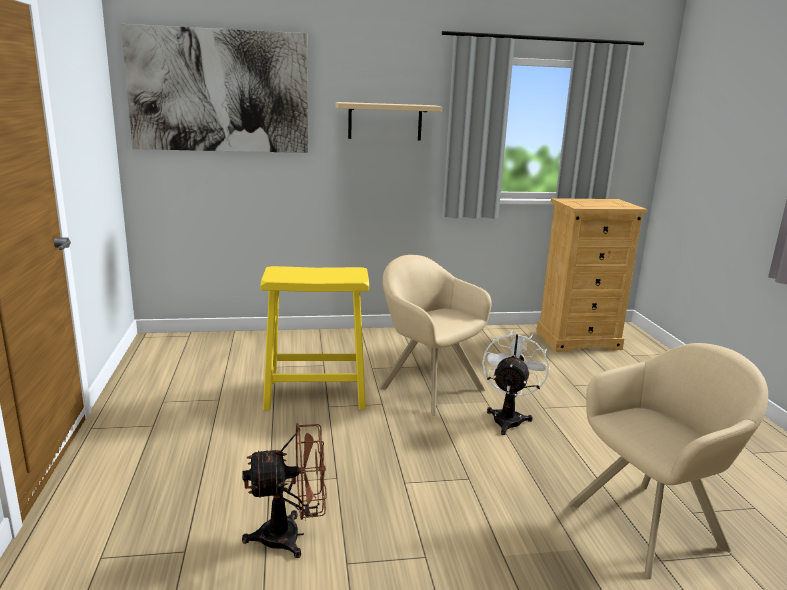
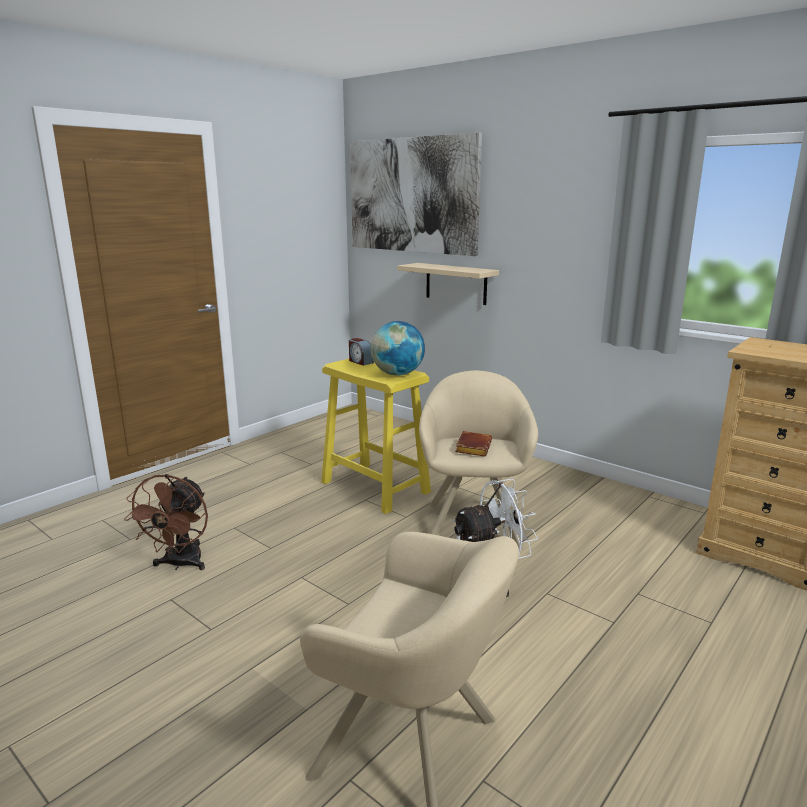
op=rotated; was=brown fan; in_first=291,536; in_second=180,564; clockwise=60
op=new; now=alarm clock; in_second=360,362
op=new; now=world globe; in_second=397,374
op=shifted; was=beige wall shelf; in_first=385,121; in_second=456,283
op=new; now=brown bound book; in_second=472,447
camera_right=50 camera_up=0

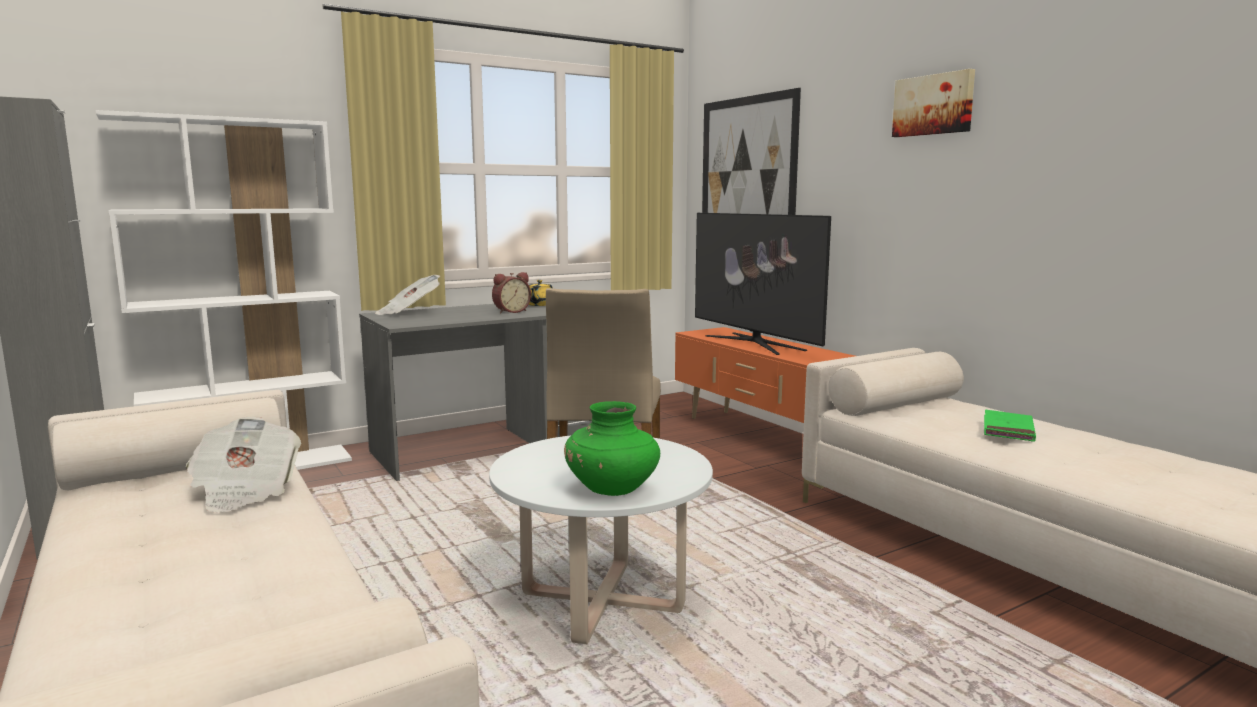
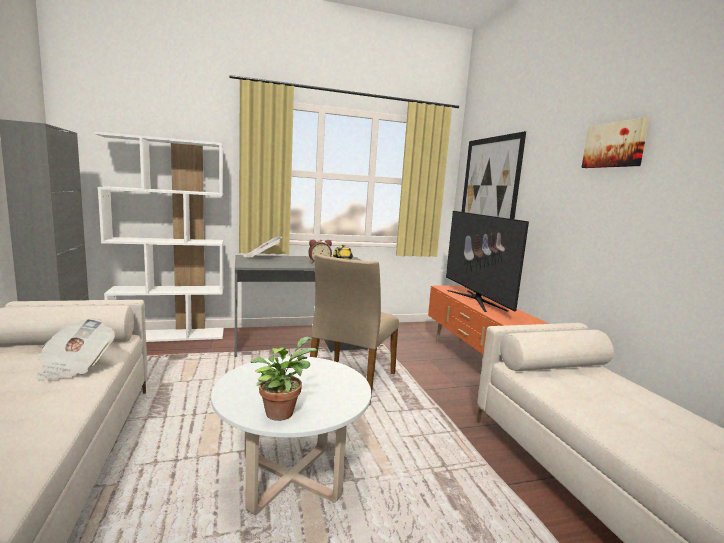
op=swapped; was=green-coloured flower vase; now=potted plant; in_first=613,489; in_second=281,411
op=gone; was=green-coloured bound book; in_first=1008,429
camera_right=15 camera_up=0

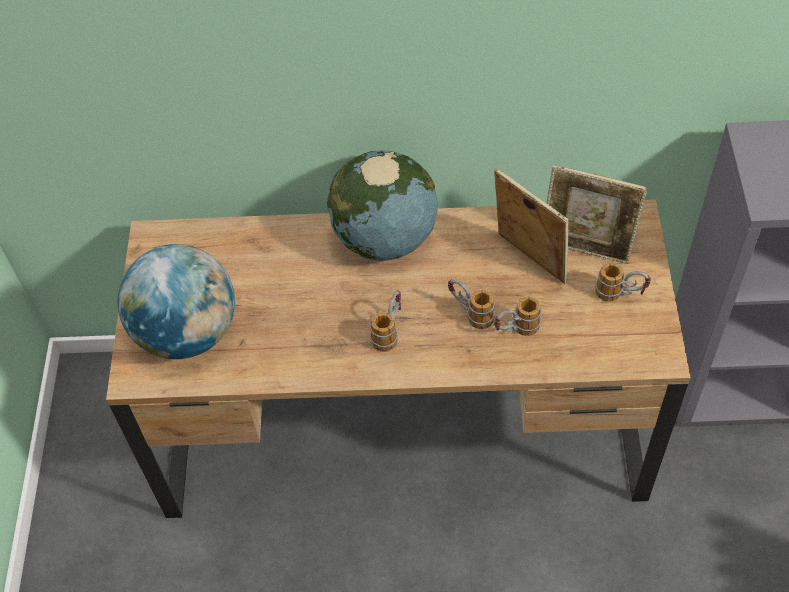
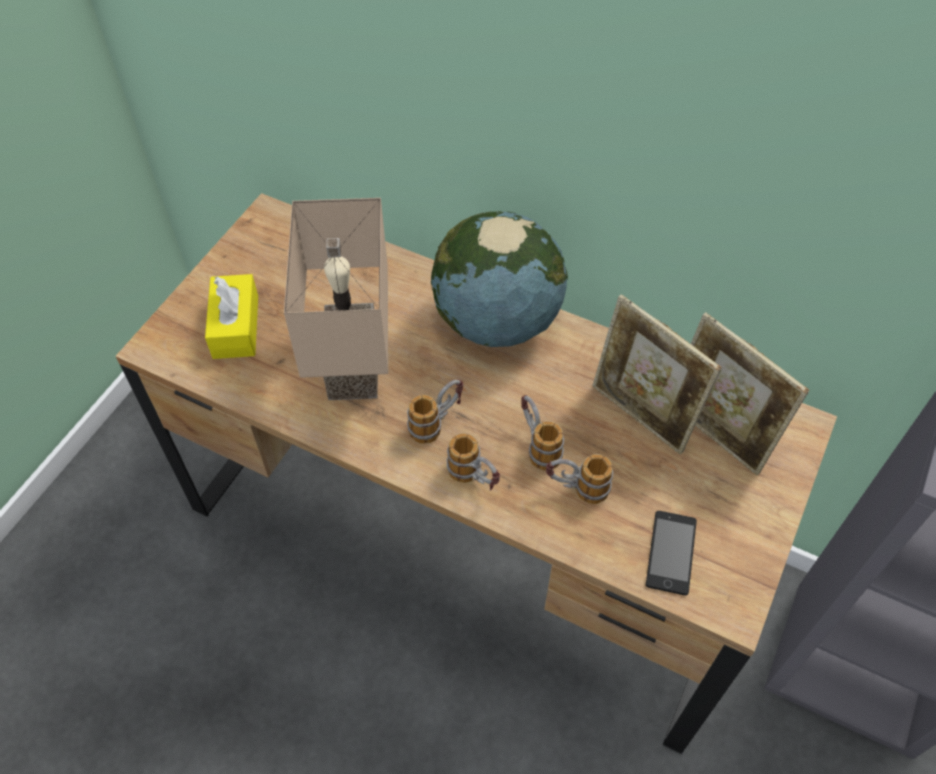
op=swapped; was=world globe; now=yellow tissue box; in_first=187,333; in_second=236,326
op=new; now=beige lamp for a table; in_second=349,366
op=shifted; was=tea mug; in_first=620,294; in_second=474,479
op=rotated; was=picture frame; in_first=528,260; in_second=641,416; clockwise=150
op=new; now=phone; in_second=671,552
camera_right=25 camera_up=0

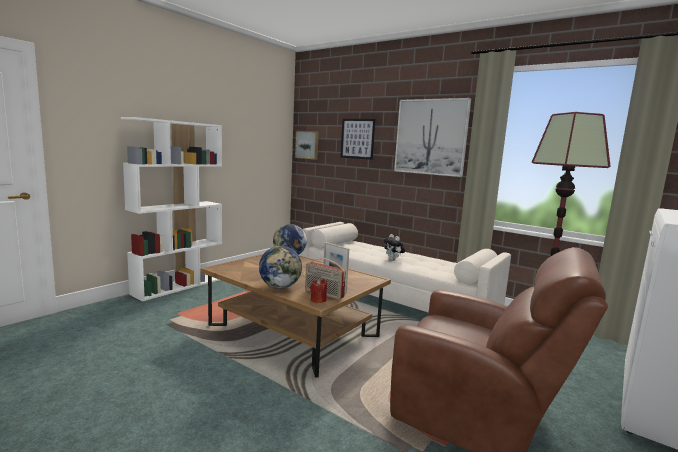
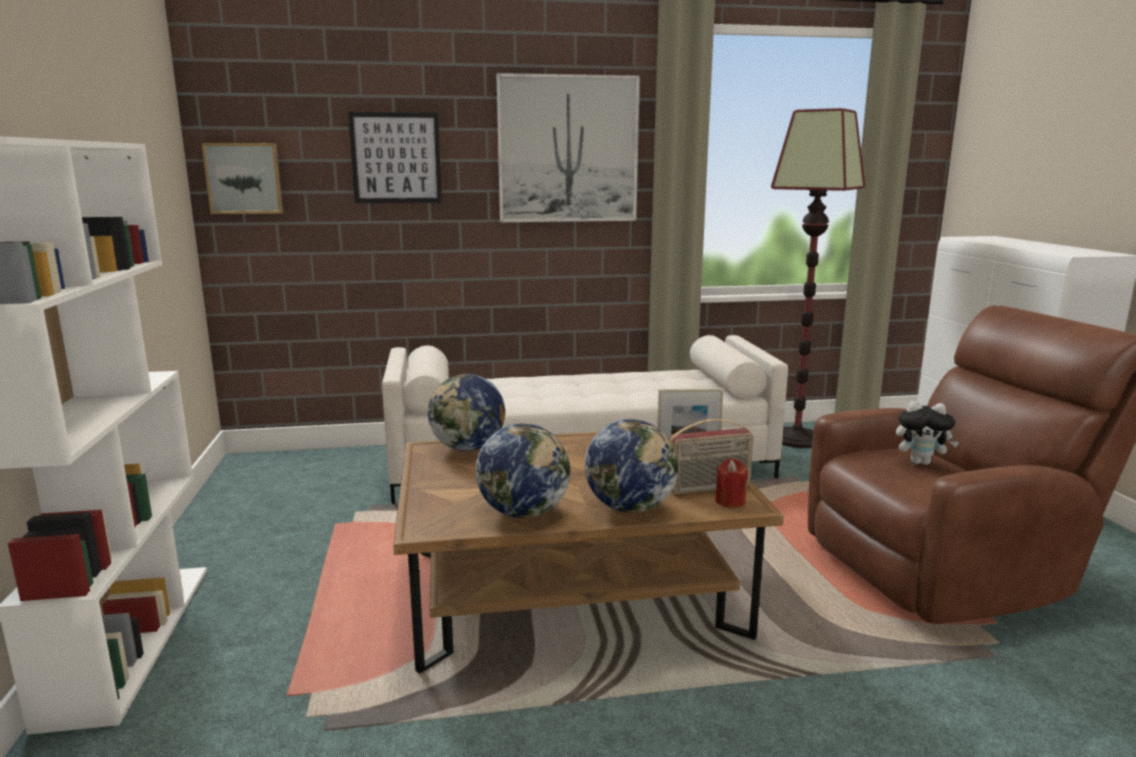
op=new; now=world globe; in_second=524,512
op=shifted; was=cuddly toy; in_first=393,260; in_second=921,462
camera_right=-45 camera_up=5

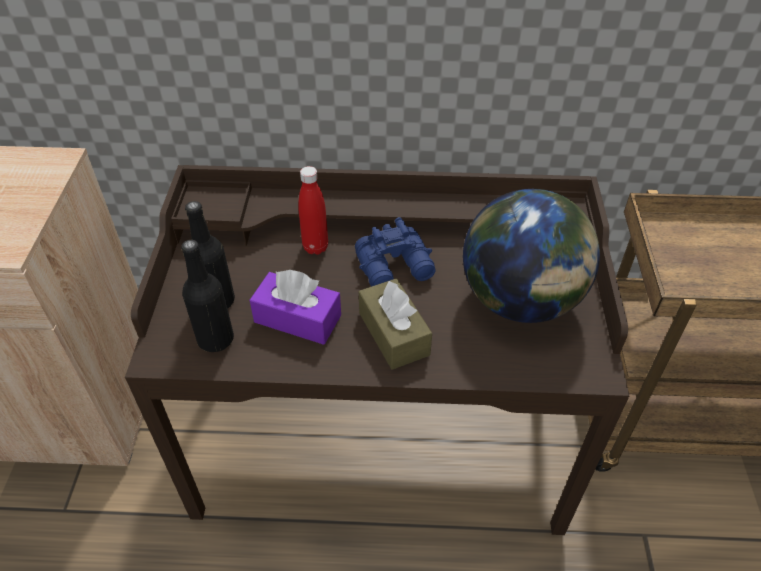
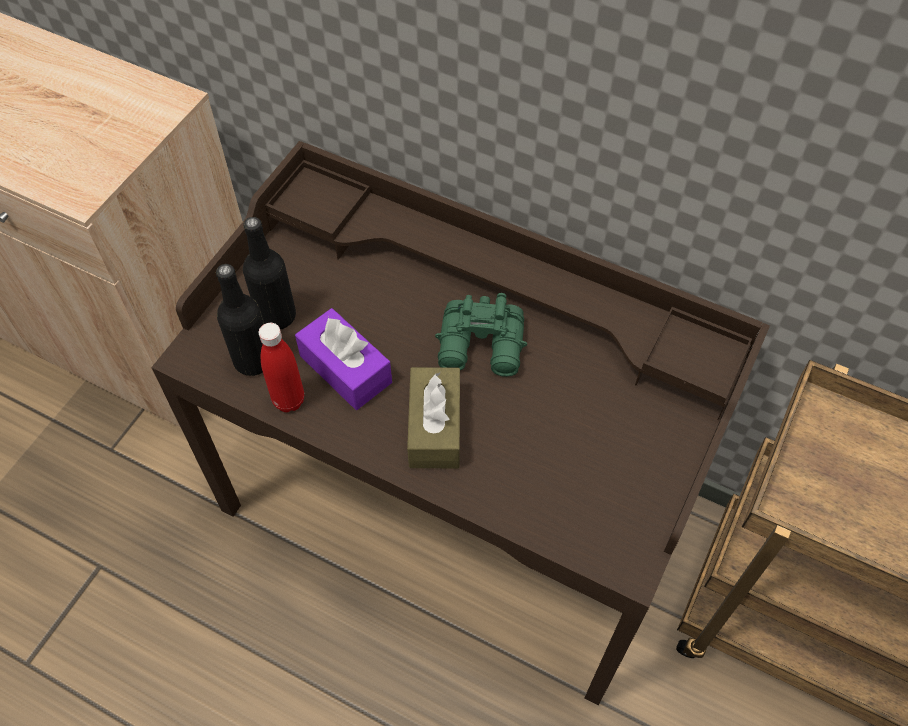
op=shifted; was=red beverage bottle; in_first=315,247; in_second=289,400
op=repainted; was=blue pair of binoculars; now=green-coloured pair of binoculars; in_first=396,267; in_second=482,348
op=gone; was=world globe; in_first=521,300
camera_right=25 camera_up=10

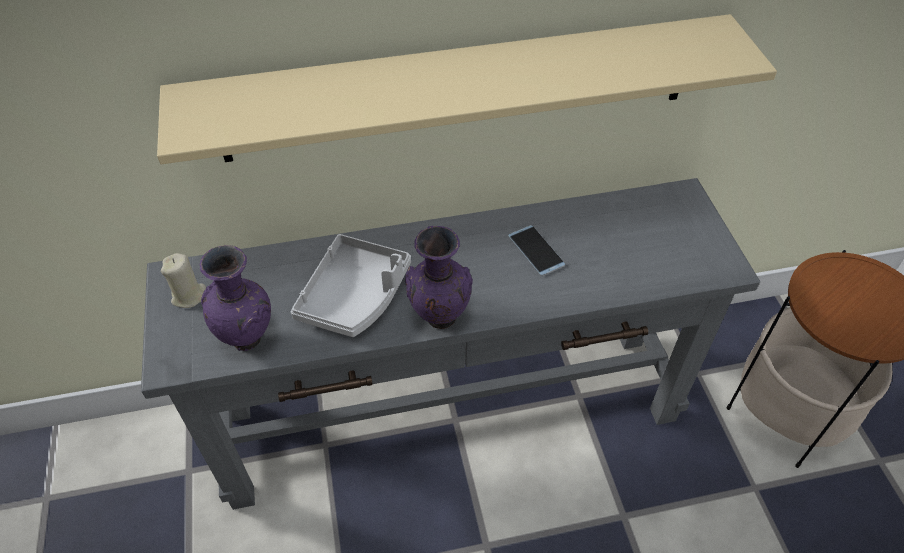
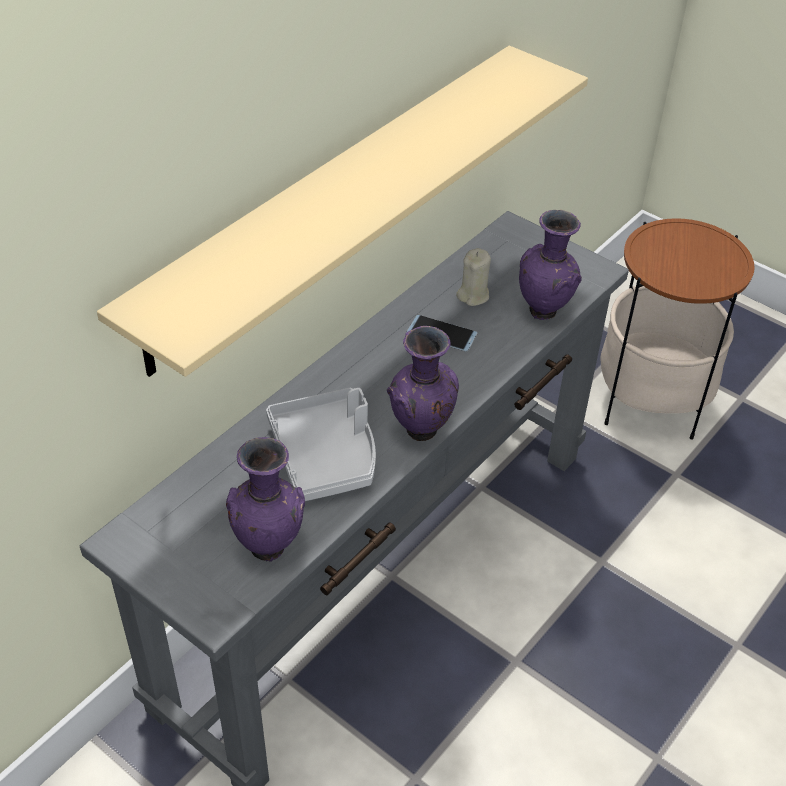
op=shifted; was=beige wax light; in_first=189,296; in_second=473,295
op=new; now=purplish flower vase; in_second=545,312
camera_right=-40 camera_up=-5

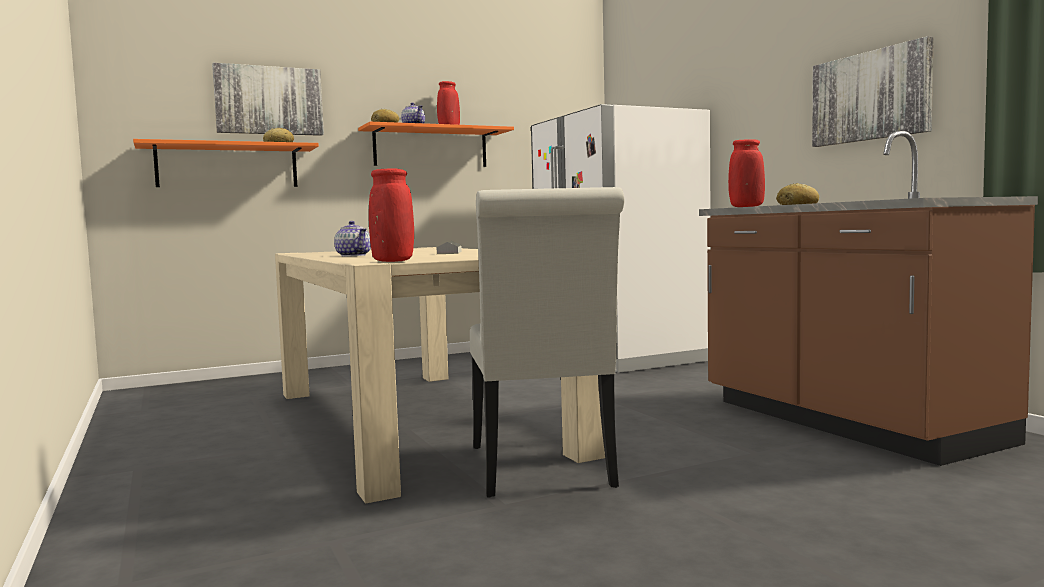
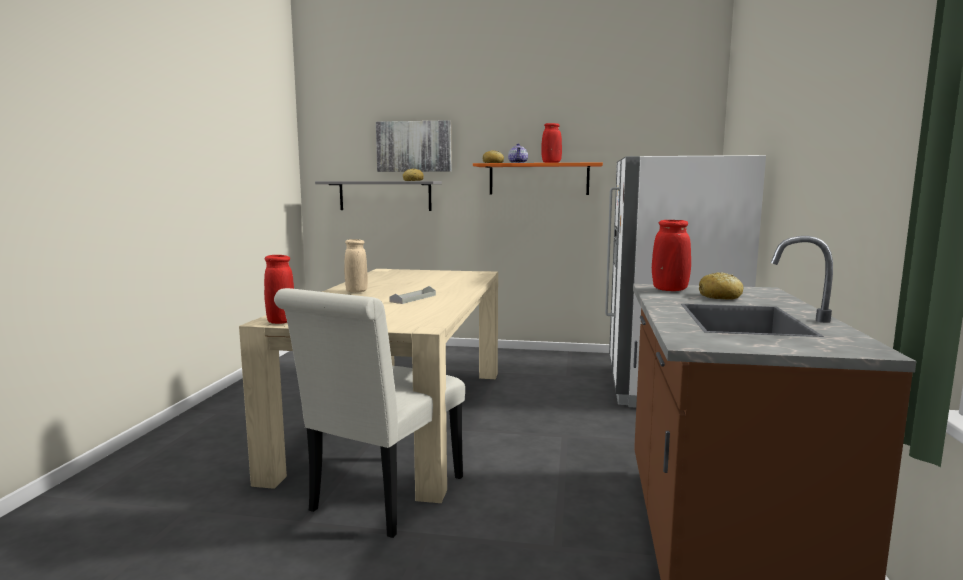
op=repainted; was=orangey wall shelf; now=grey wall shelf; in_first=227,166; in_second=385,196
op=swapped; was=pot for tea; now=beige flower vase; in_first=353,255; in_second=356,291
op=gone; was=wall art; in_first=870,96
camera_right=35 camera_up=5

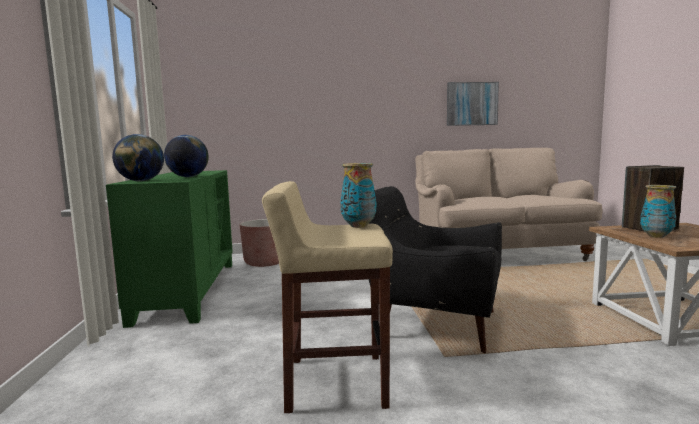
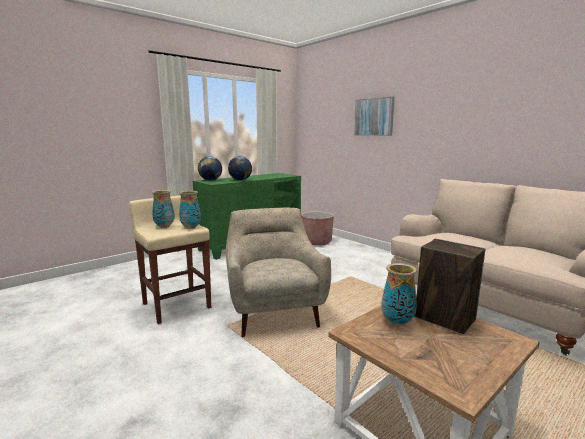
op=new; now=flower vase; in_second=164,226
op=repainted; was=blackish easy chair; now=beige easy chair; in_first=432,323; in_second=274,311
op=shifted; was=wall art; in_first=472,104; in_second=374,117
camera_right=55 camera_up=5

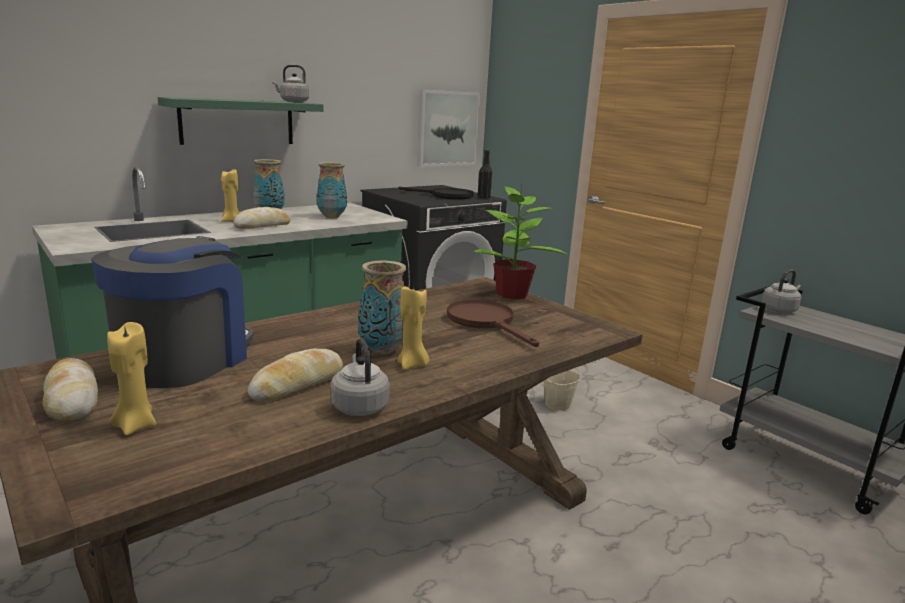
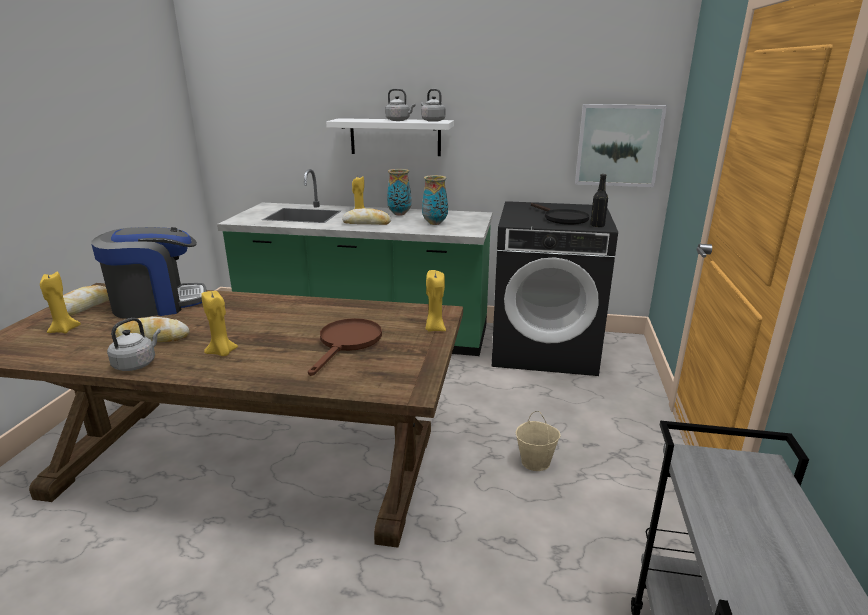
op=repainted; was=green-coloured wall shelf; now=white wall shelf; in_first=237,122; in_second=395,137
op=shifted; was=grey kettle; in_first=780,309; in_second=399,120
op=swapped; was=potted plant; now=yellow wax light; in_first=512,294; in_second=434,328
op=gone; was=flower vase; in_first=383,350
camera_right=50 camera_up=5

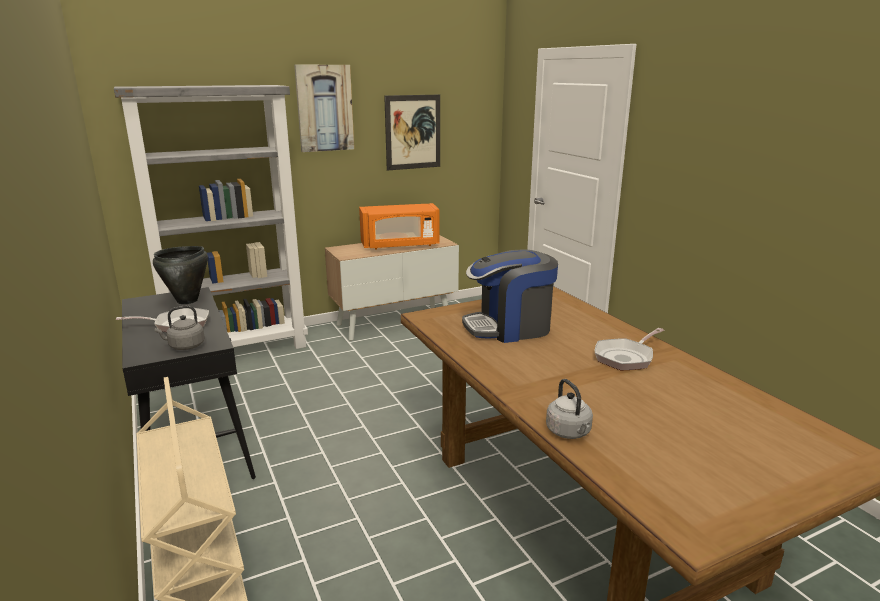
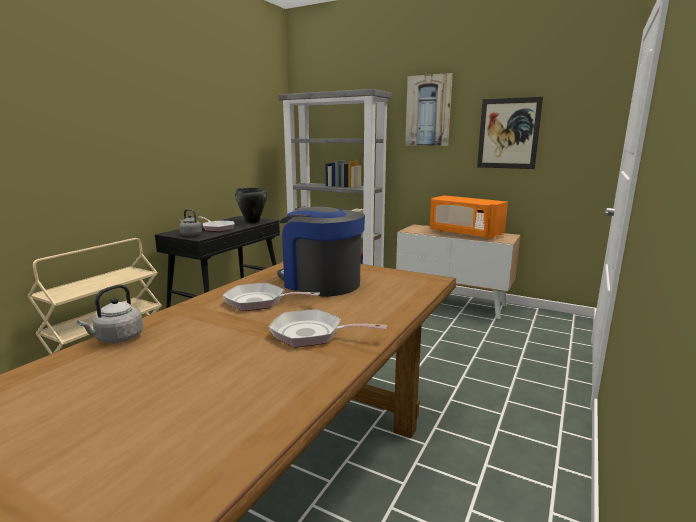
op=new; now=frying pan; in_second=260,301
camera_right=55 camera_up=-5

